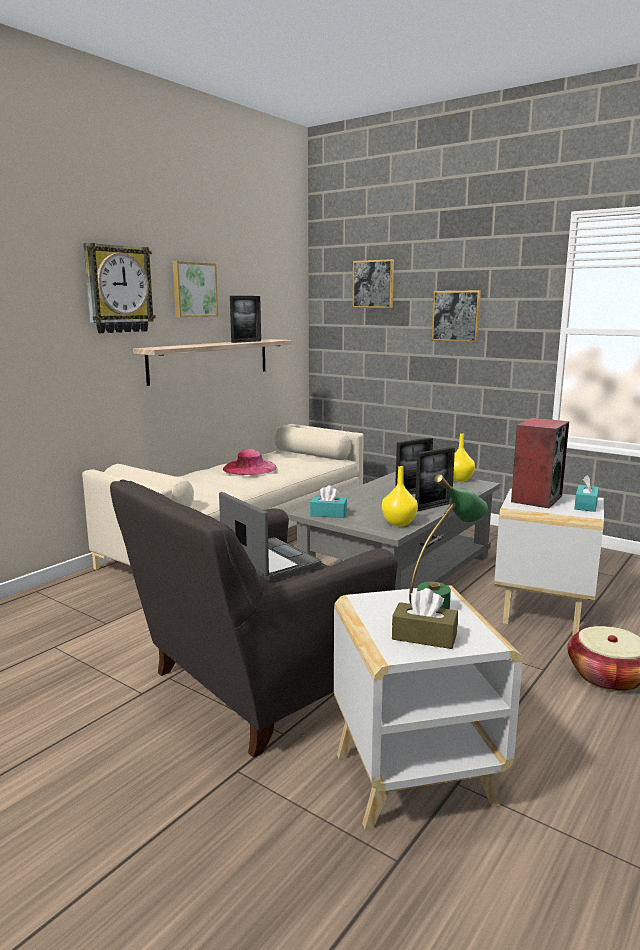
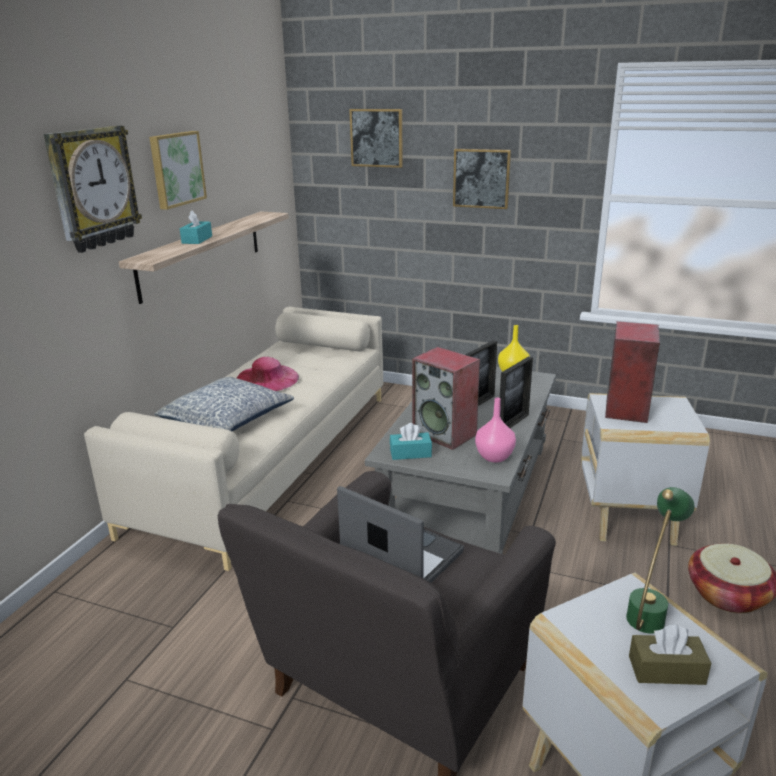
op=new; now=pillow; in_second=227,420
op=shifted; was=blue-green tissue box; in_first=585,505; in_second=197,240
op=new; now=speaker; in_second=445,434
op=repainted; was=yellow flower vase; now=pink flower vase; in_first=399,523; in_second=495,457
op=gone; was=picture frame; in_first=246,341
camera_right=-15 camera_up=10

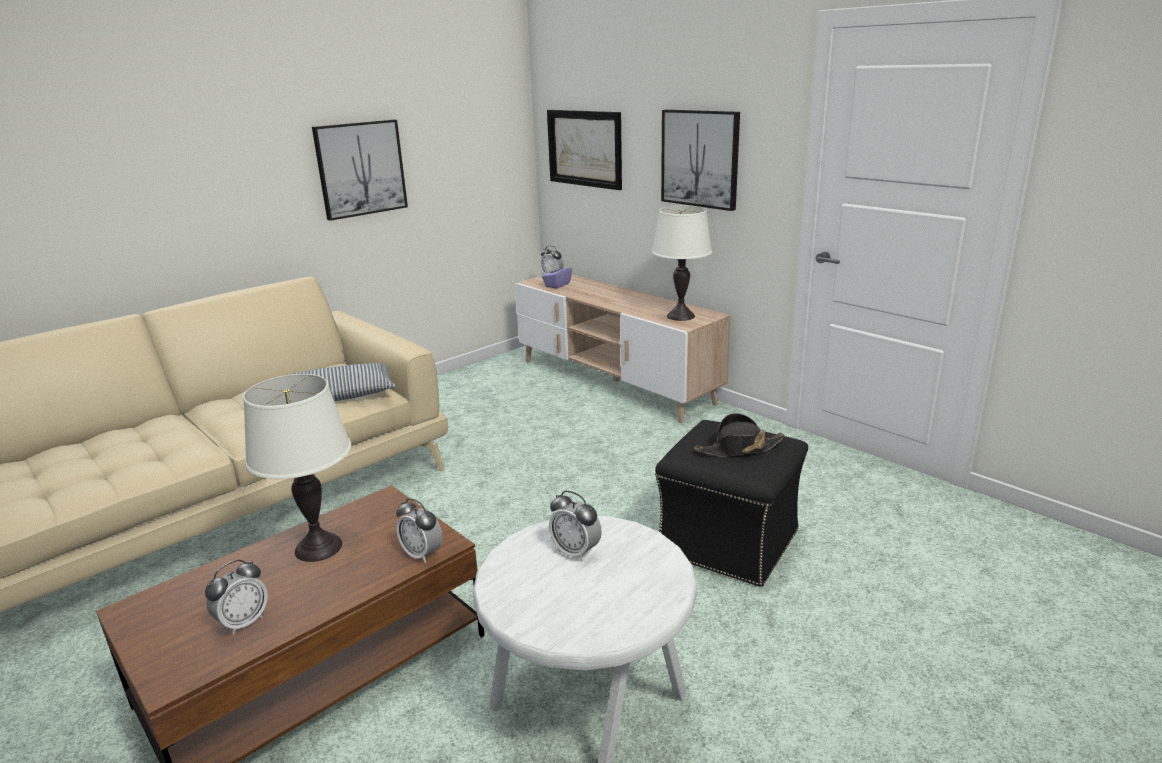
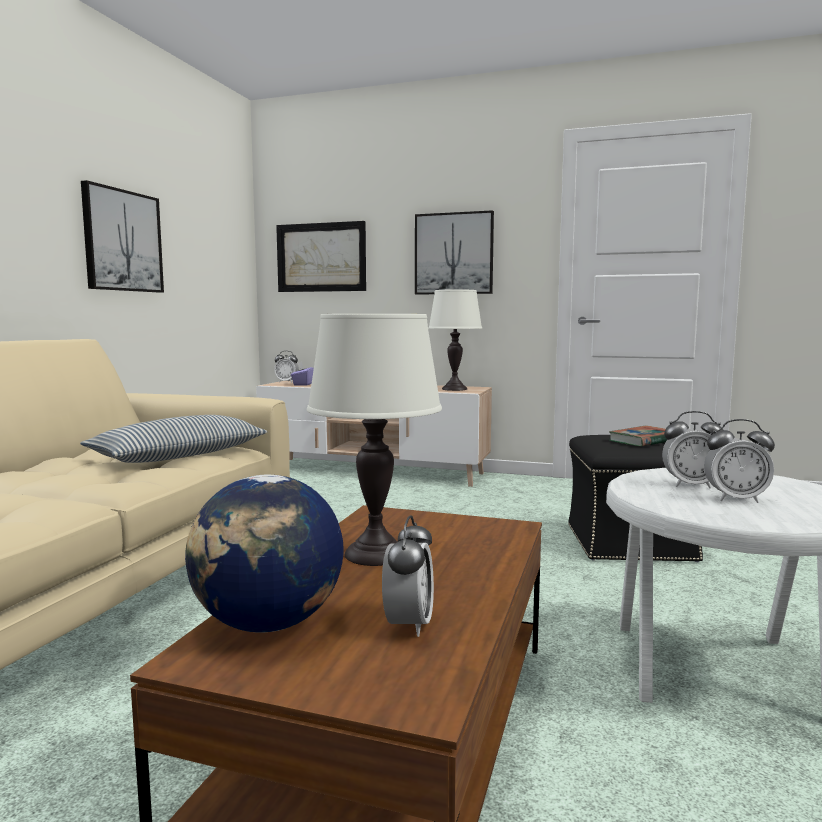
op=new; now=world globe; in_second=268,624
op=swapped; was=blackish wearable hat; now=bound book; in_first=739,449; in_second=643,441
op=shifted; was=alarm clock; in_first=422,554; in_second=735,499
camera_right=-30 camera_up=-15

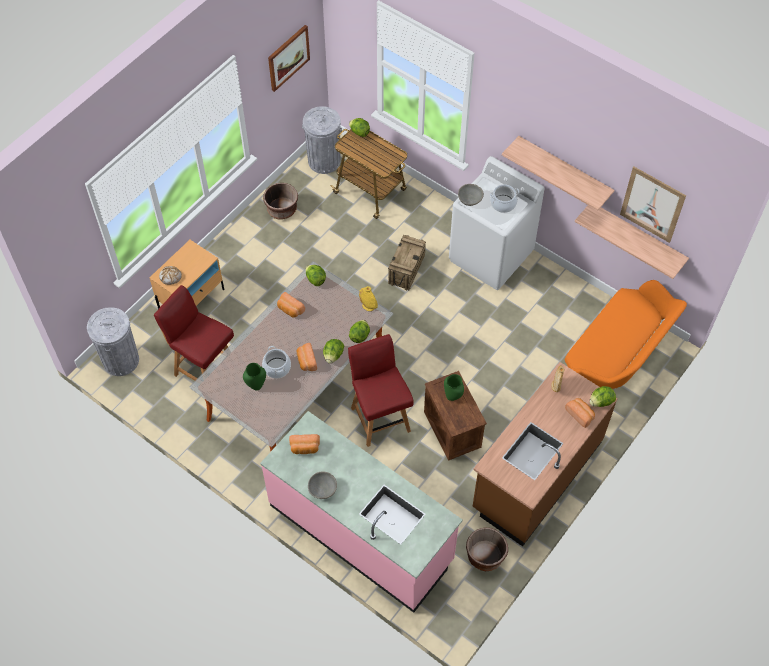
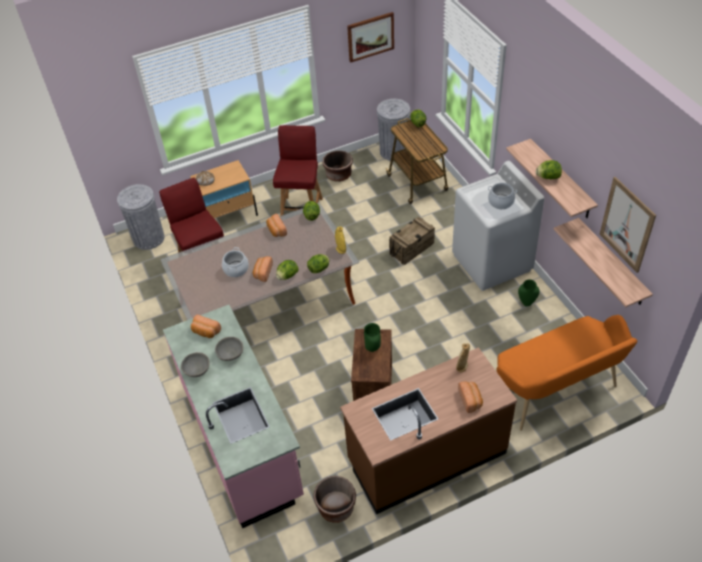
op=shifted; was=grey bowl; in_first=470,200; in_second=230,354
op=shifted; was=red plain chair; in_first=380,418; in_second=302,209
op=shifted; was=green-coloured flower vase; in_first=256,385; in_second=526,303
op=shifted; was=head of lettuce; in_first=601,402; in_second=548,177
camera_right=30 camera_up=-10

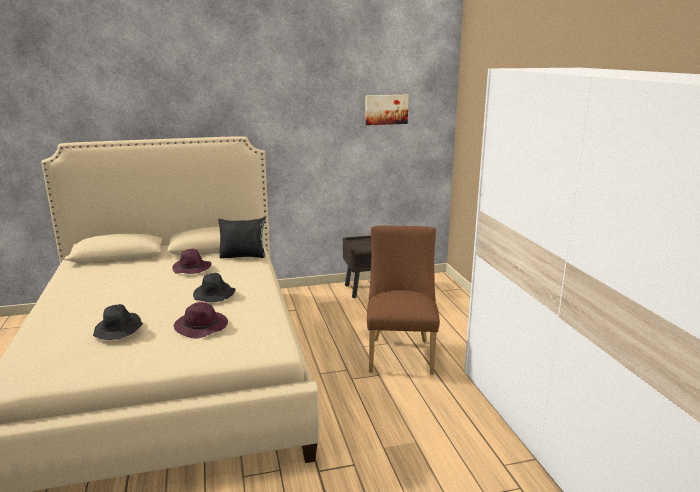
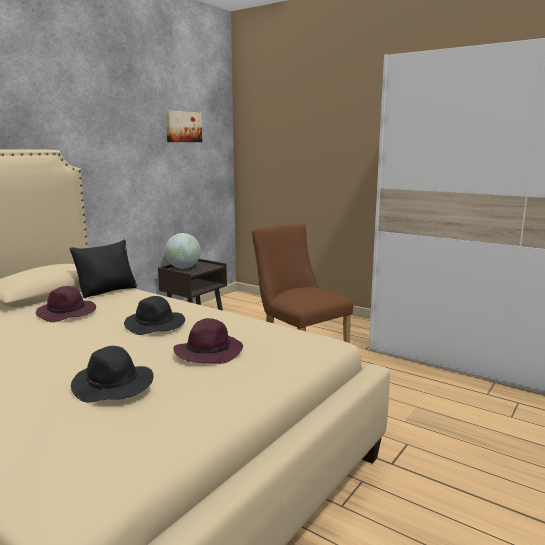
op=new; now=world globe; in_second=183,268
camera_right=-40 camera_up=-5

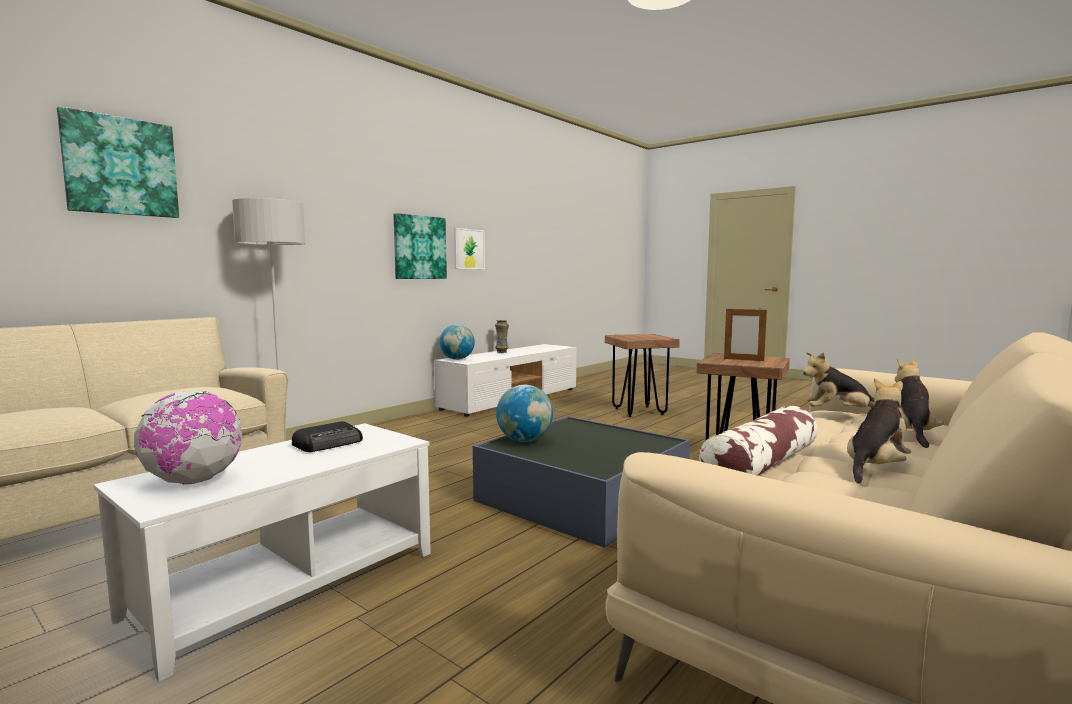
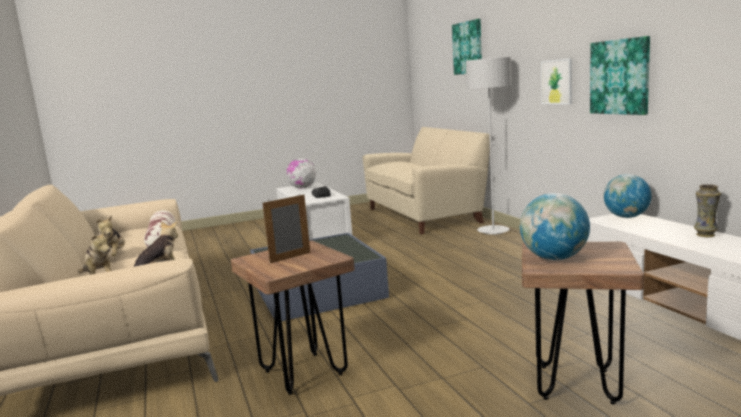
op=shifted; was=world globe; in_first=524,441; in_second=554,258
op=shifted; was=wall art; in_first=468,249; in_second=557,82
camera_right=120 camera_up=5

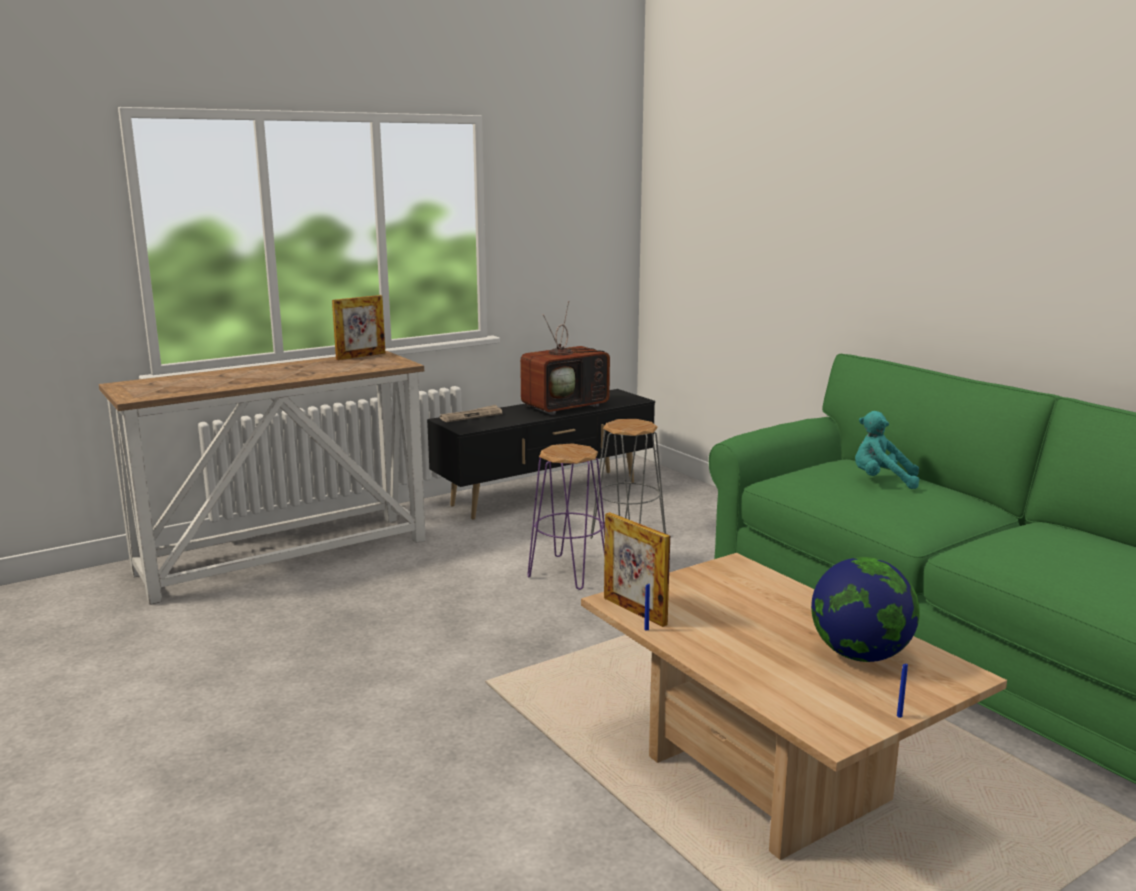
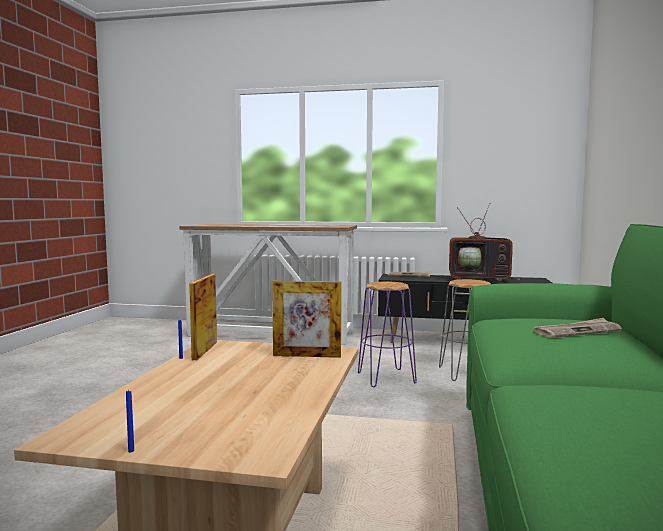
op=shifted; was=picture frame; in_first=361,356; in_second=307,356
op=swapped; was=blue-green cuddly toy; now=daily paper; in_first=881,481; in_second=577,331
op=gone; was=world globe; in_first=860,655
camera_right=45 camera_up=-10

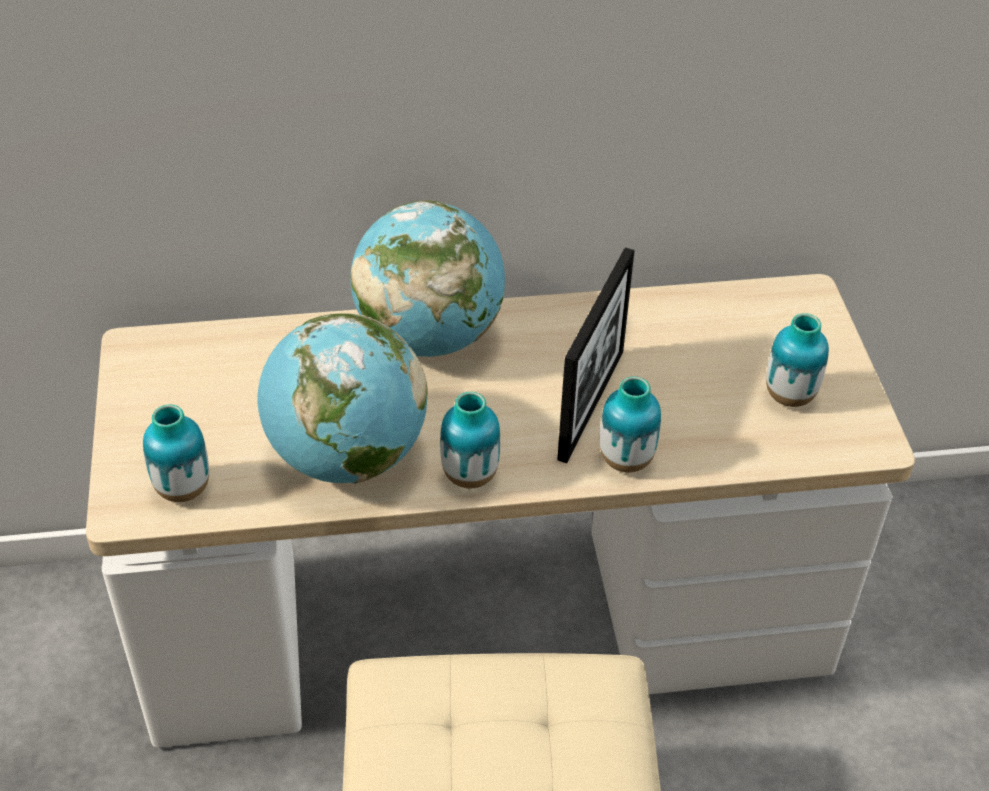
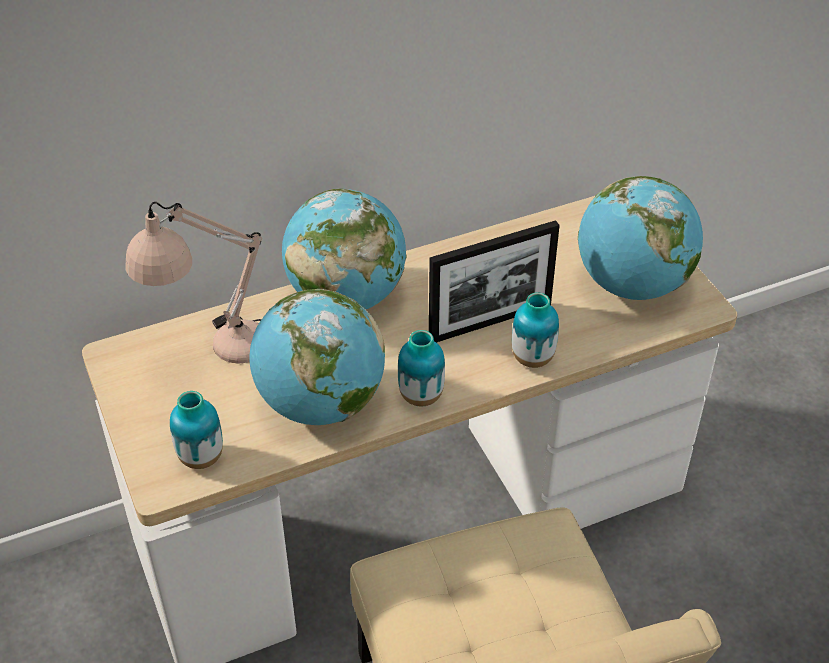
op=new; now=beige lamp for a table; in_second=212,354
op=rotated; was=picture frame; in_first=591,404; in_second=490,322; clockwise=60
op=swapped; was=flower vase; now=world globe; in_first=789,396; in_second=632,285
camera_right=-15 camera_up=0

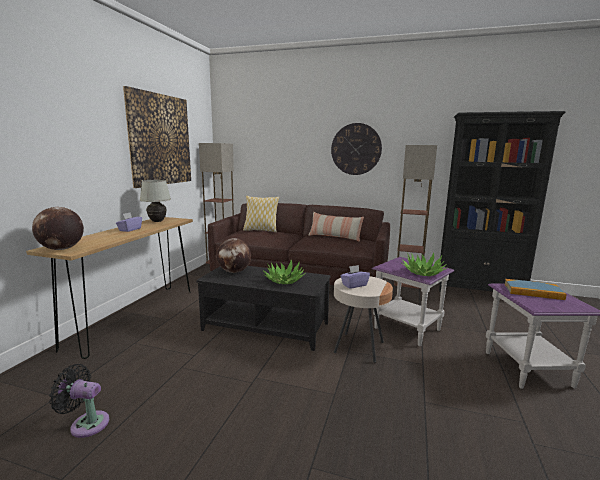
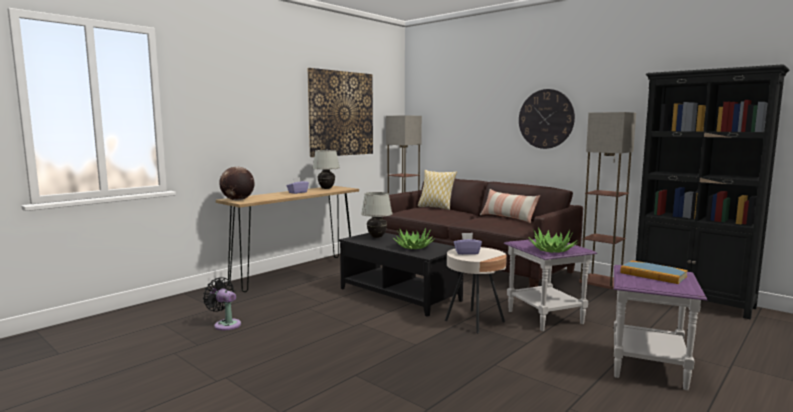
op=swapped; was=world globe; now=white lamp for a table; in_first=234,272; in_second=377,237
camera_right=25 camera_up=-5

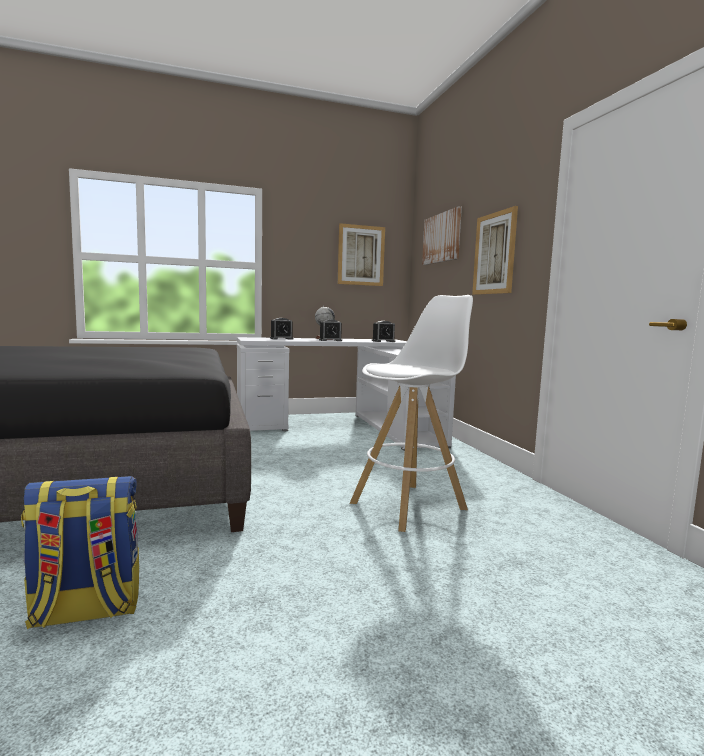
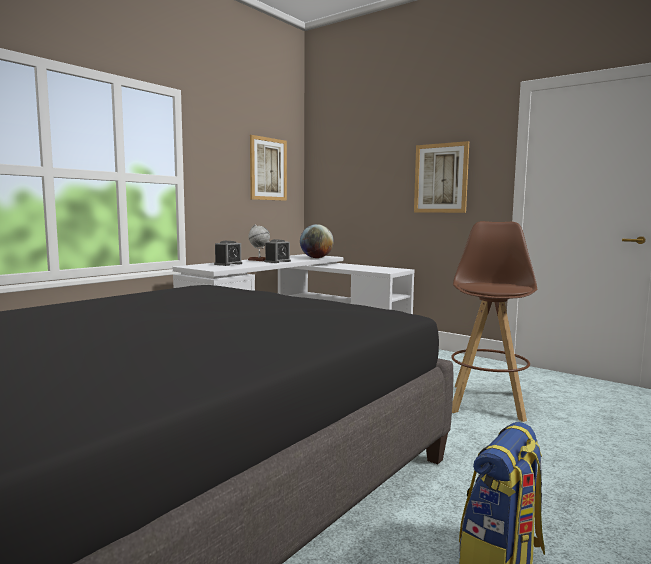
op=swapped; was=alarm clock; now=world globe; in_first=383,341; in_second=316,258
op=repainted; was=white sitting stool; now=brown sitting stool; in_first=409,505; in_second=487,402
op=gone; was=wall art; in_first=442,238
camera_right=-35 camera_up=0

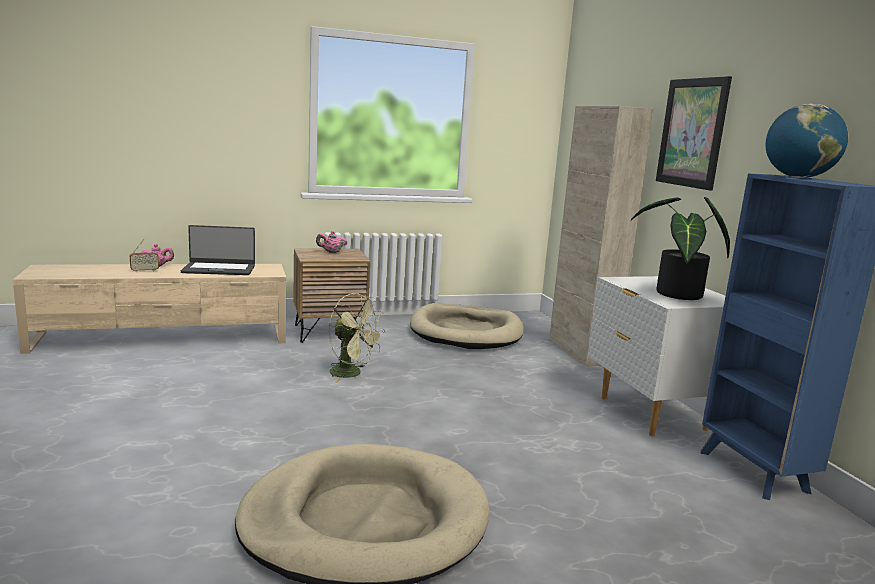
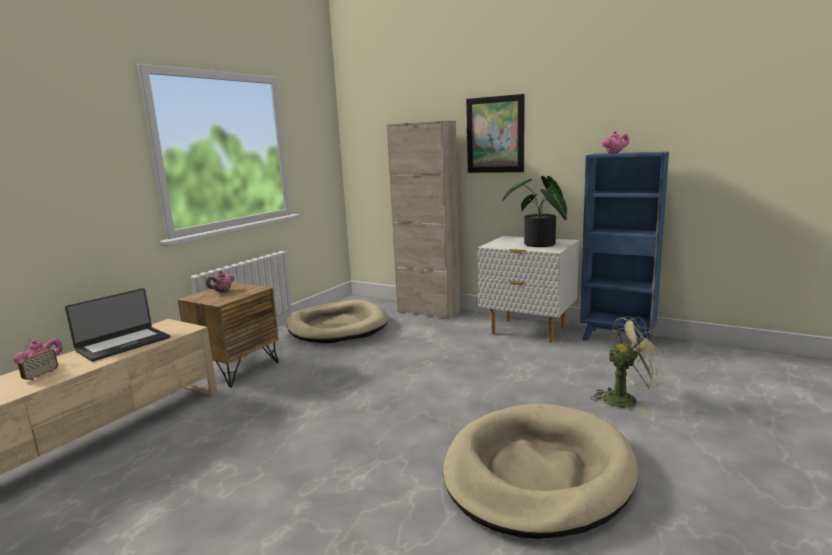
op=shifted; was=green-coloured fan; in_first=352,374; in_second=626,399
op=swapped; was=world globe; now=pink pot for tea; in_first=798,177; in_second=614,153
camera_right=-40 camera_up=0

